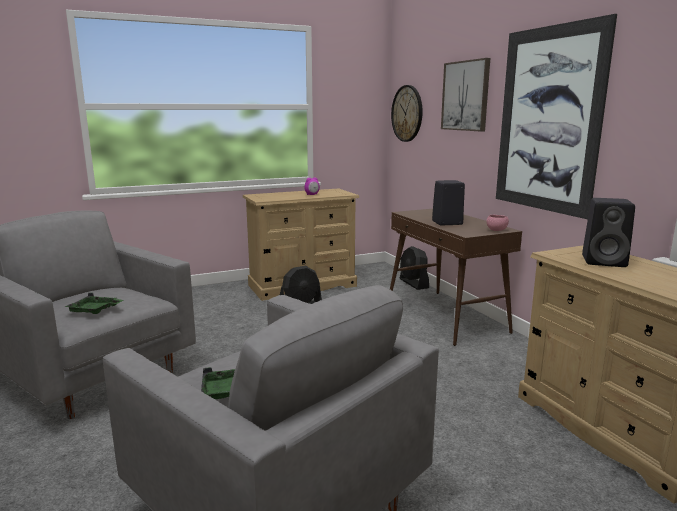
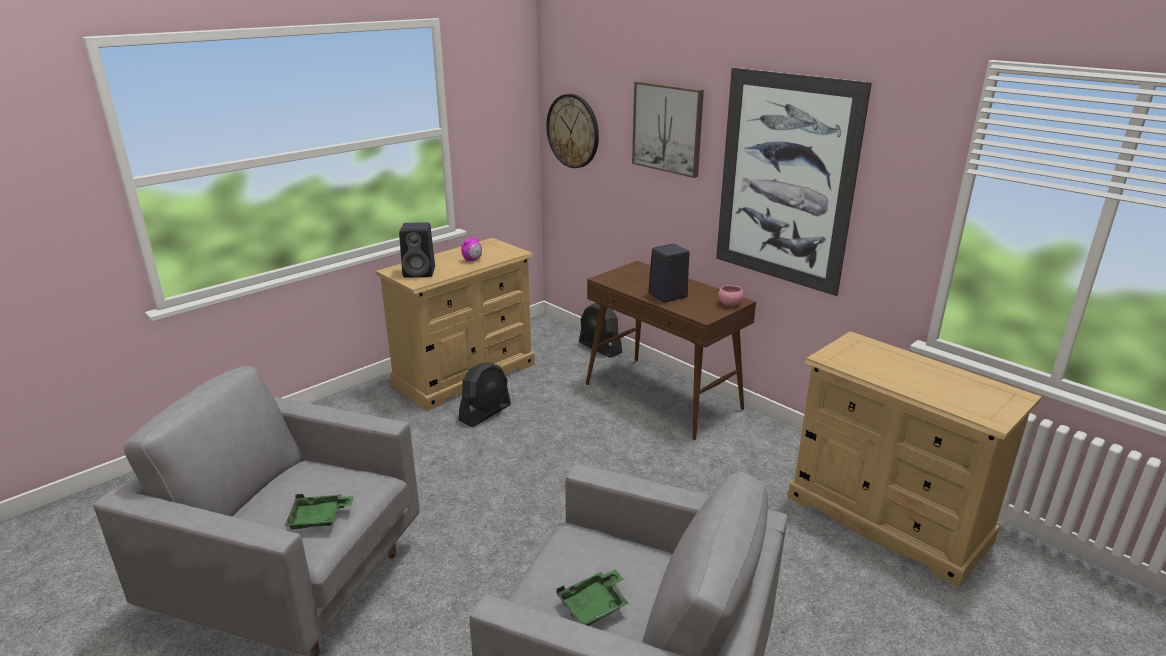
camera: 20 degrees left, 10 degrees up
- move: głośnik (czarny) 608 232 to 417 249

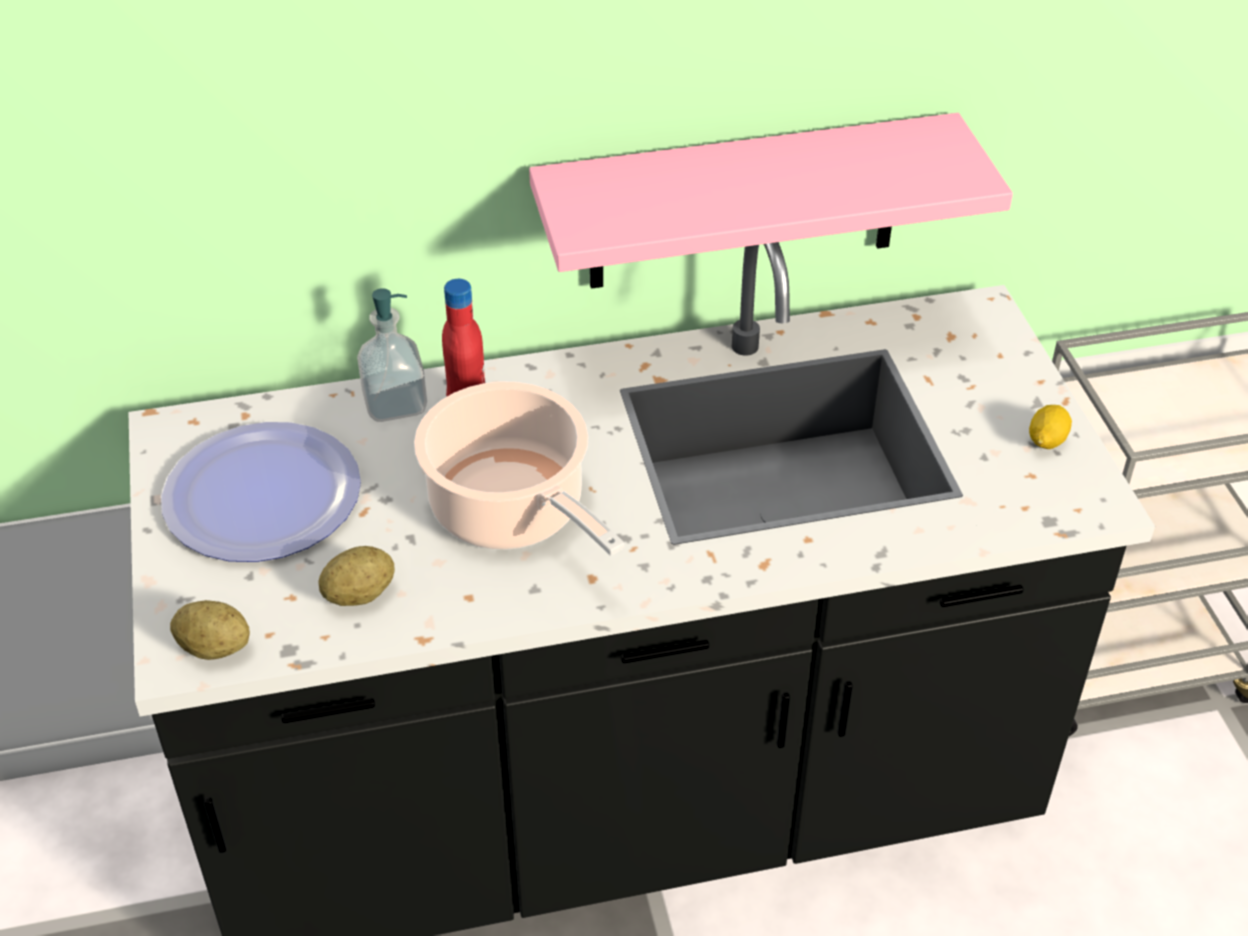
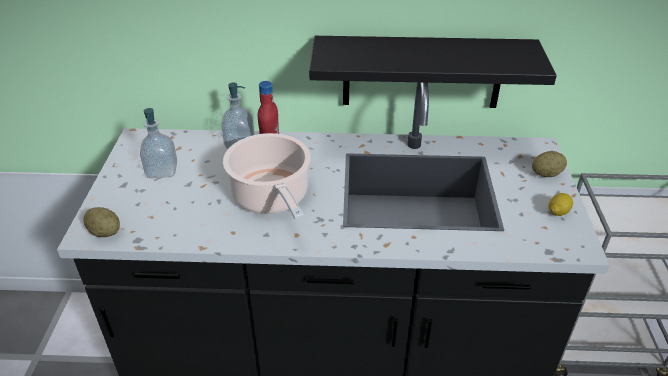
camera: 15 degrees right, 5 degrees down
- replace: talerz 261 492 to dozownik mydła 158 143
- move: ziemniak 356 576 to 549 164
- recolor: półka (różowy) 771 201 to półka (czarny) 433 72

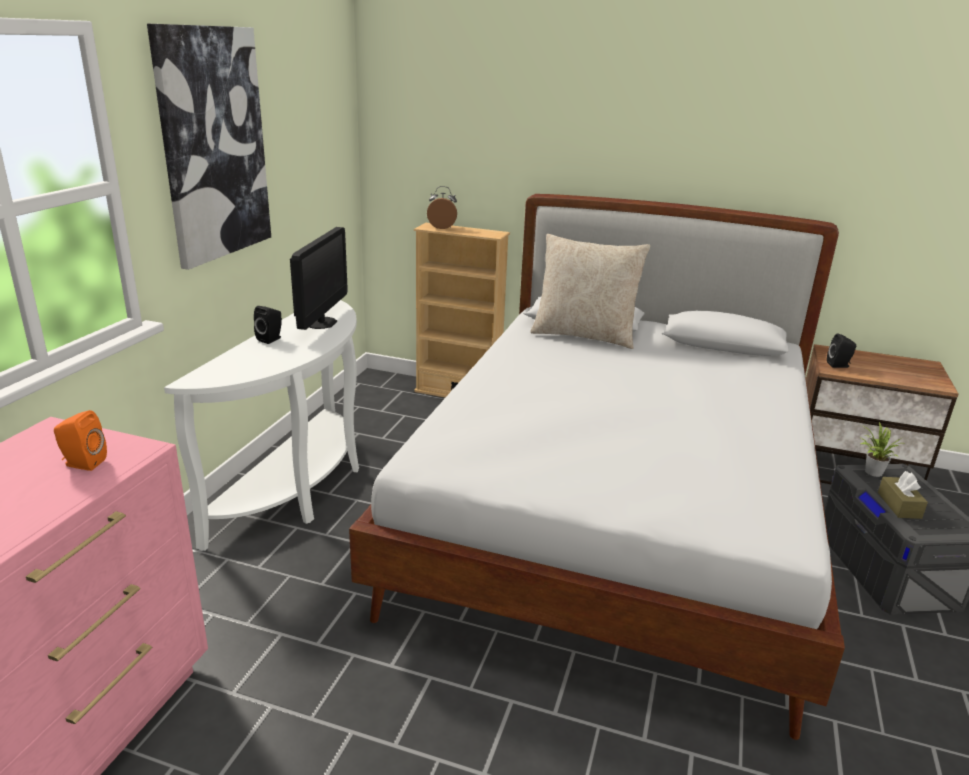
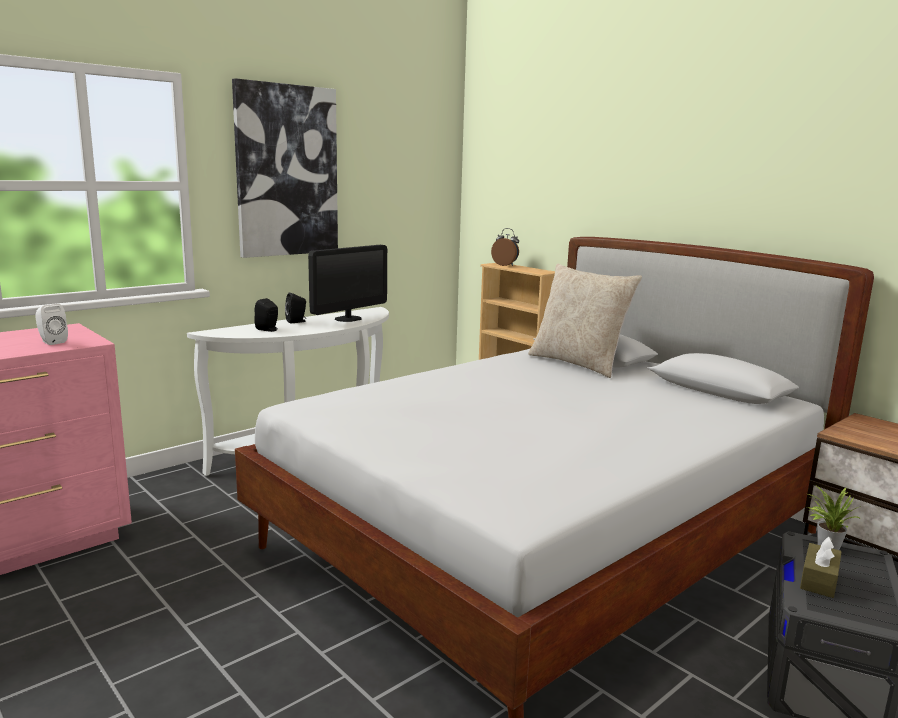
camera: 30 degrees right, 10 degrees down
- recolor: głośnik (pomarańczowy) 80 440 to głośnik (biały) 51 324
- move: głośnik (czarny) 841 350 to 266 315

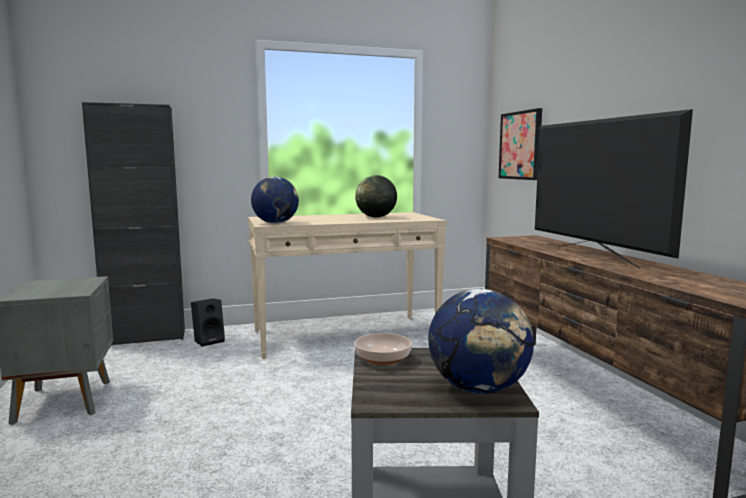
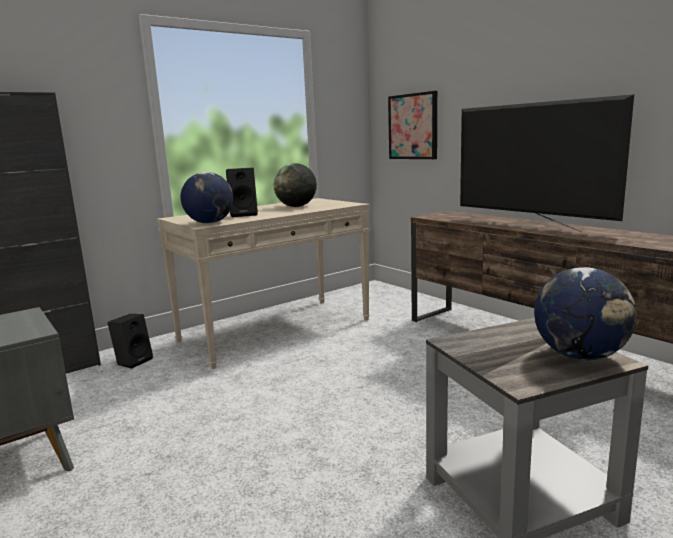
camera: 20 degrees left, 5 degrees up
- delete: miska 383 349
- insert: głośnik (czarny) 242 192

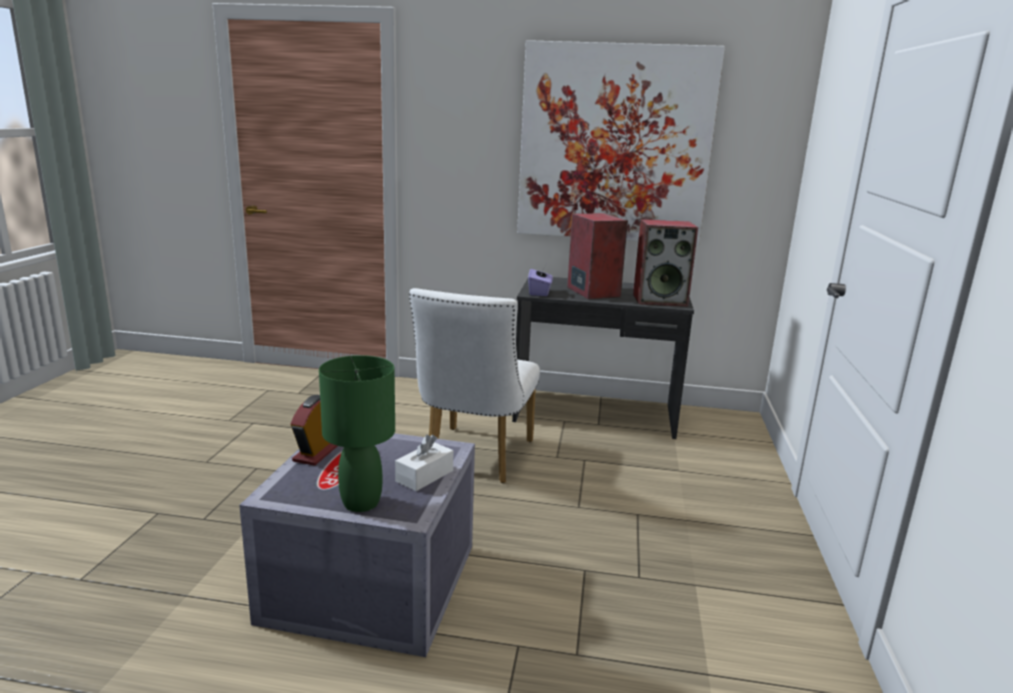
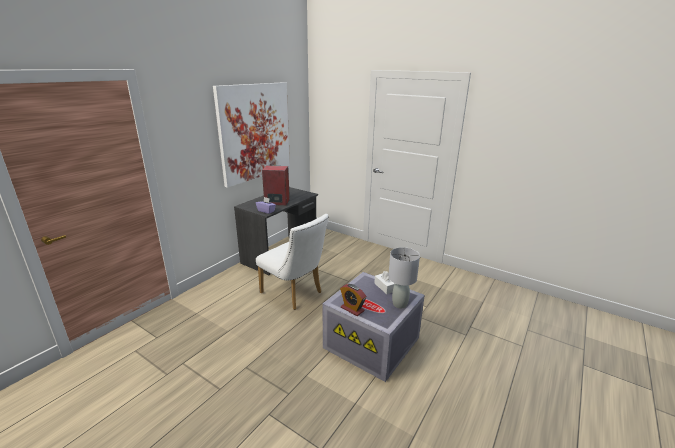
camera: 65 degrees left, 5 degrees up
- recolor: lampa stołowa (zielony) 357 433 to lampa stołowa (szary) 404 277
- delete: głośnik 665 262

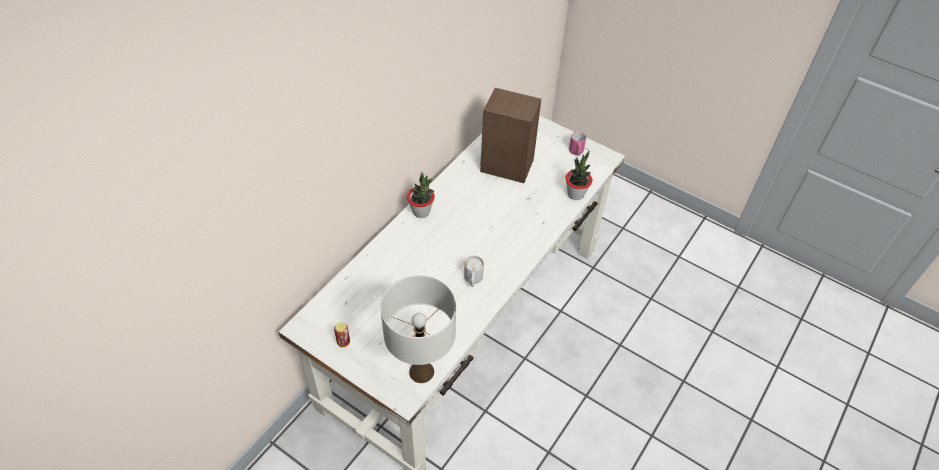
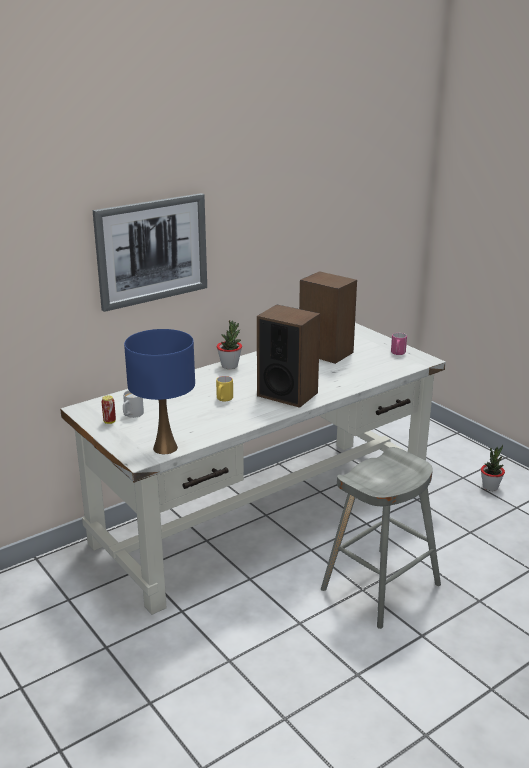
camera: 20 degrees right, 25 degrees down
- recolor: lampa stołowa (biały) 418 329 to lampa stołowa (niebieski) 159 391
- move: kubek (biały) 474 271 to 133 404
- move: roślina doniczkowa 579 175 to 493 468
- insert: obraz 150 252
- insert: kubek (żółty) 224 388
- insert: głośnik 288 356
- insert: stołek (szary) 381 538

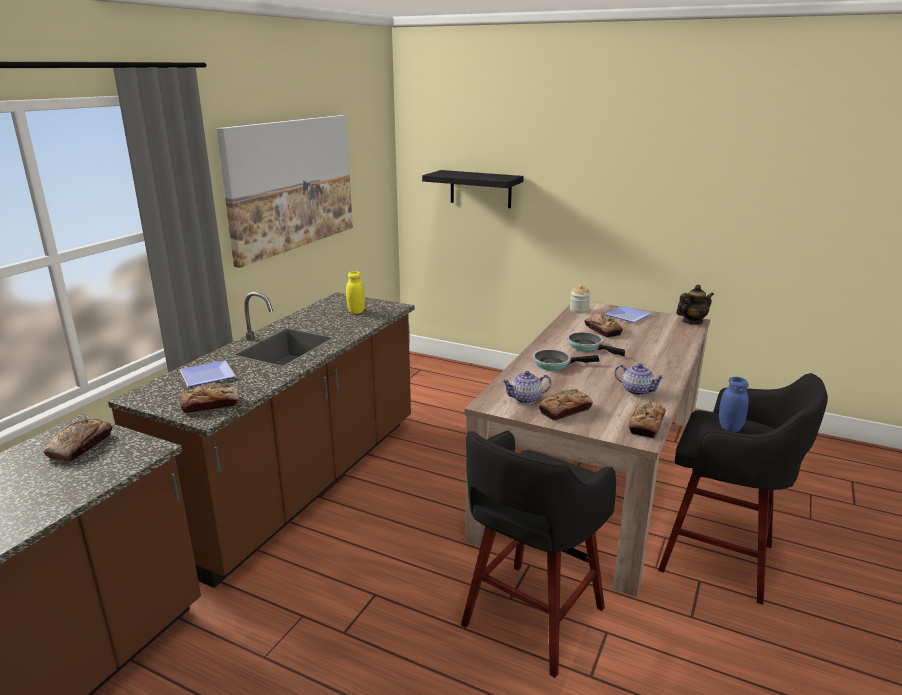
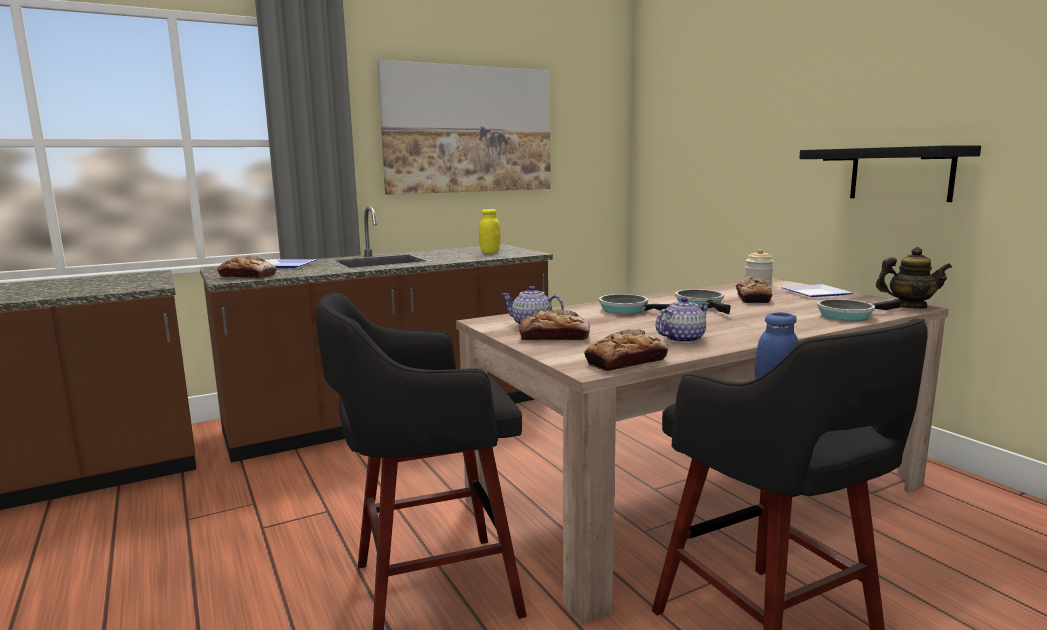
camera: 35 degrees right, 10 degrees down
- delete: chleb 78 440
- move: półka (czarny) 473 189 to 890 173
- rotate: imbryk 639 380 = 683 320 105 degrees counterclockwise
- insert: patelnia 859 310

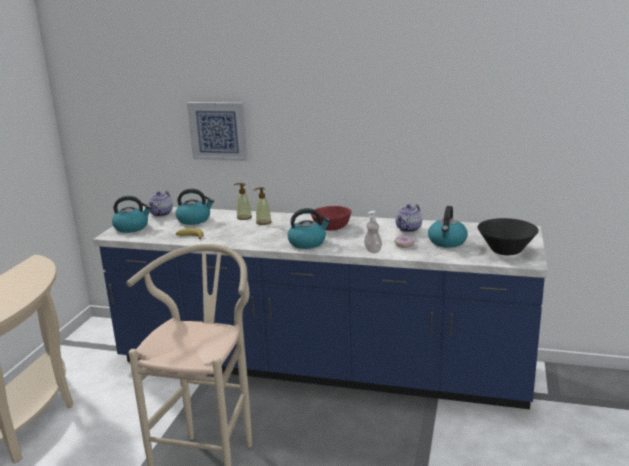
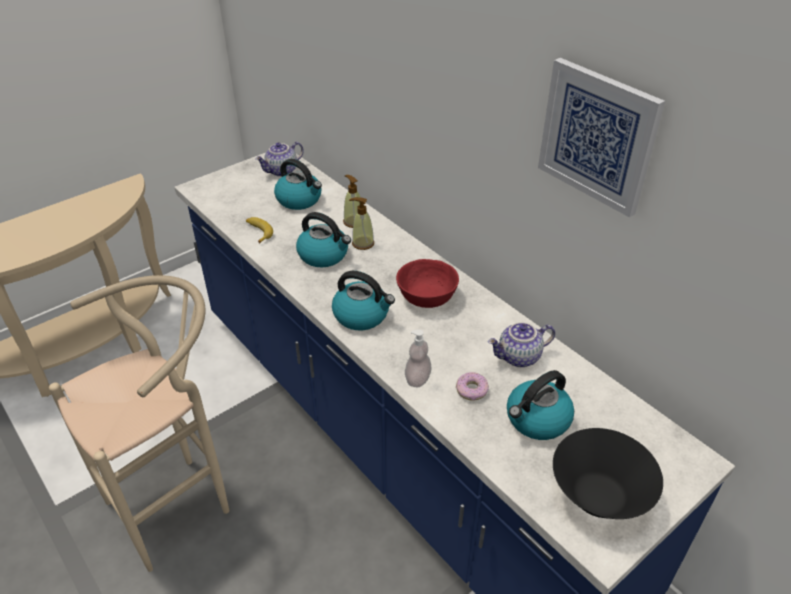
camera: 35 degrees right, 20 degrees up
- move: czajnik 132 214 to 323 239
- move: obraz 217 131 to 601 137

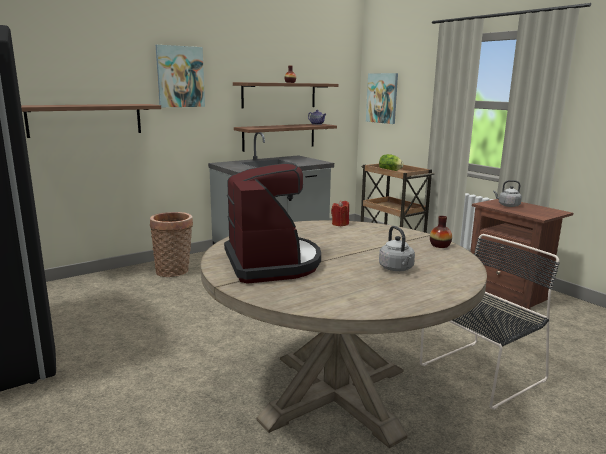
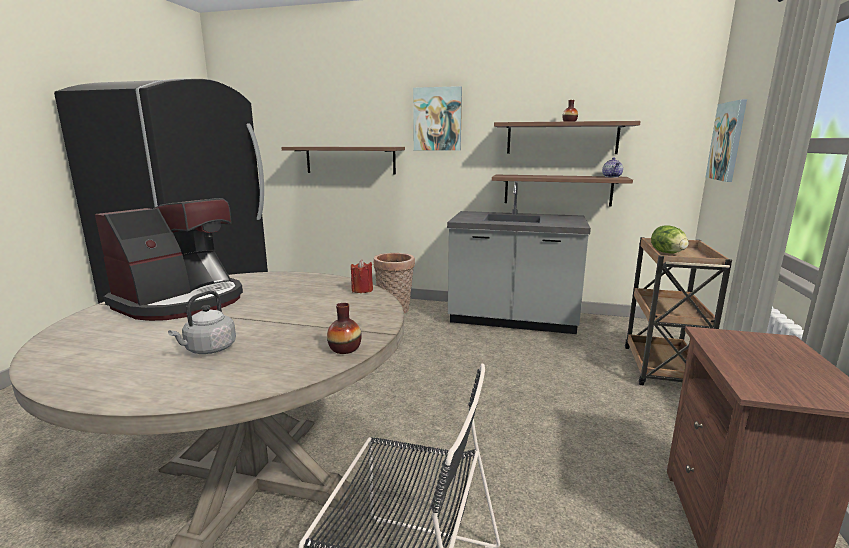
camera: 50 degrees right, 0 degrees up
- delete: czajnik (szary) 507 193

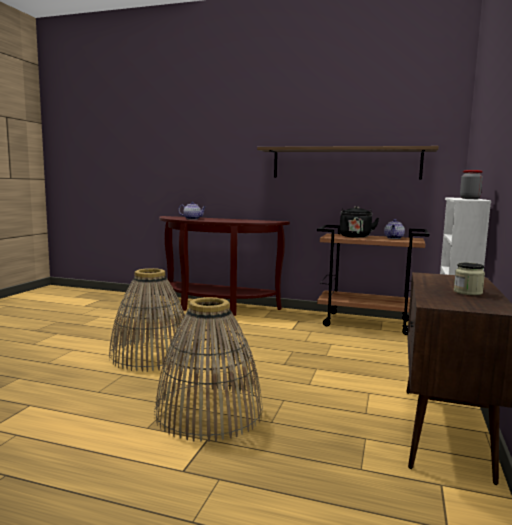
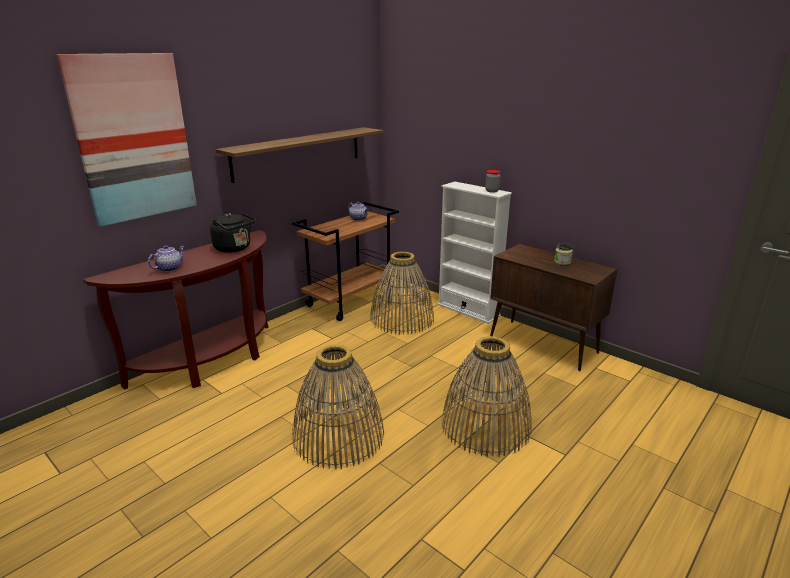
camera: 65 degrees left, 15 degrees up
- move: czajnik (czarny) 359 222 to 232 232
- insert: obraz 126 140
- insert: koszyk 402 293

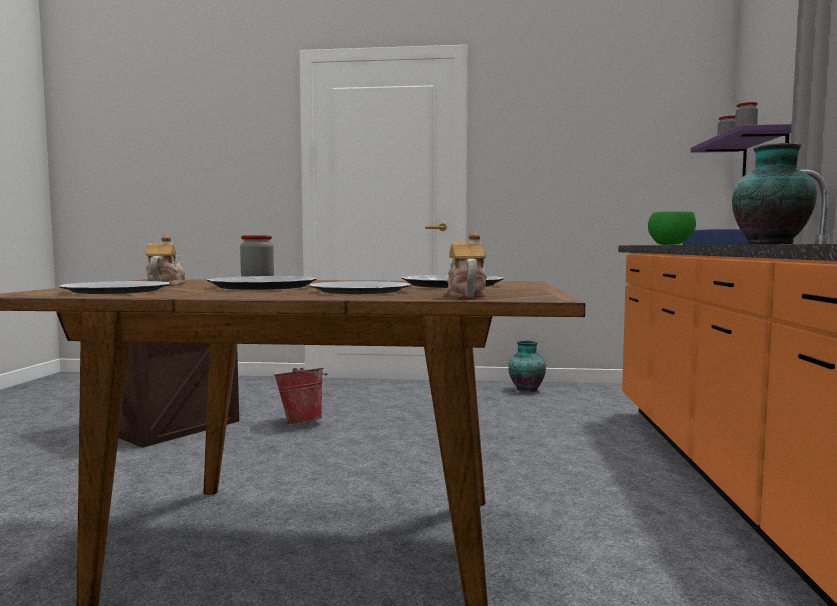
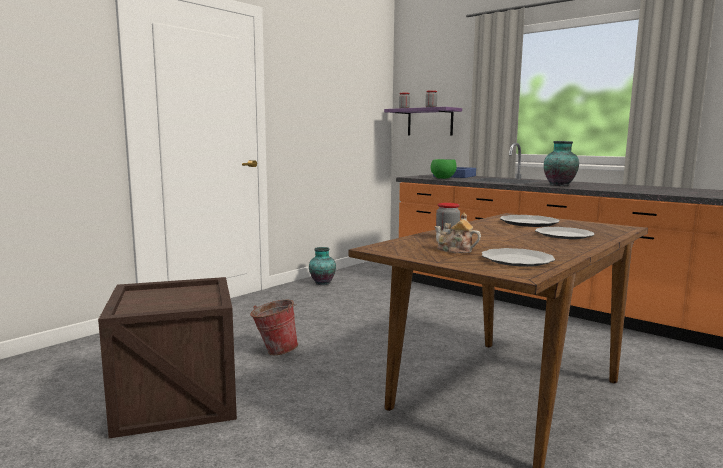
camera: 55 degrees left, 5 degrees up
- delete: talerz 262 283
- delete: imbryk 465 264

